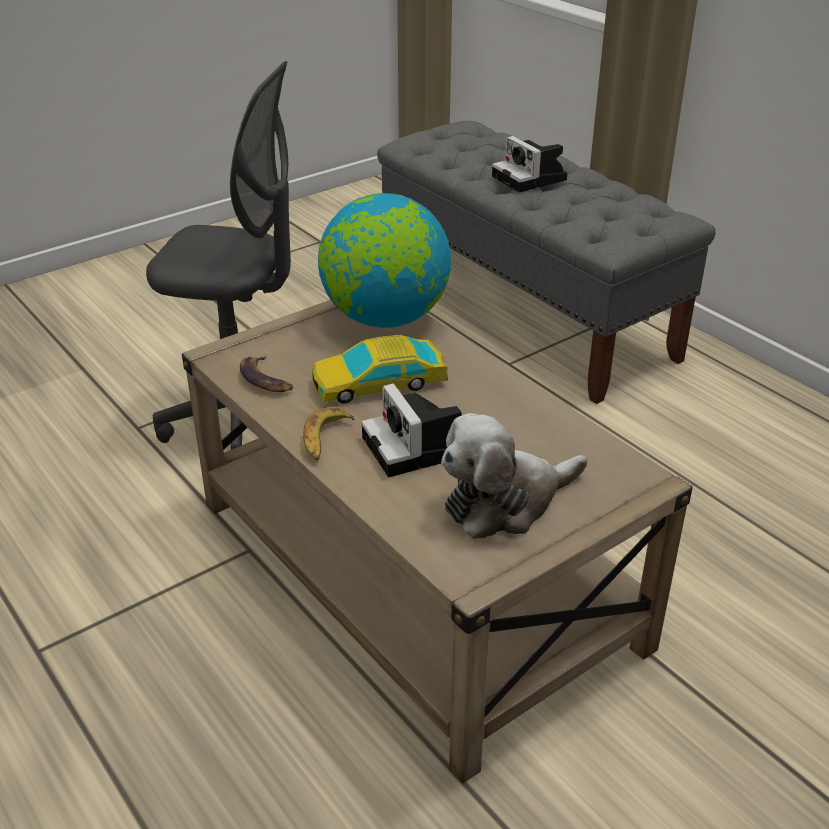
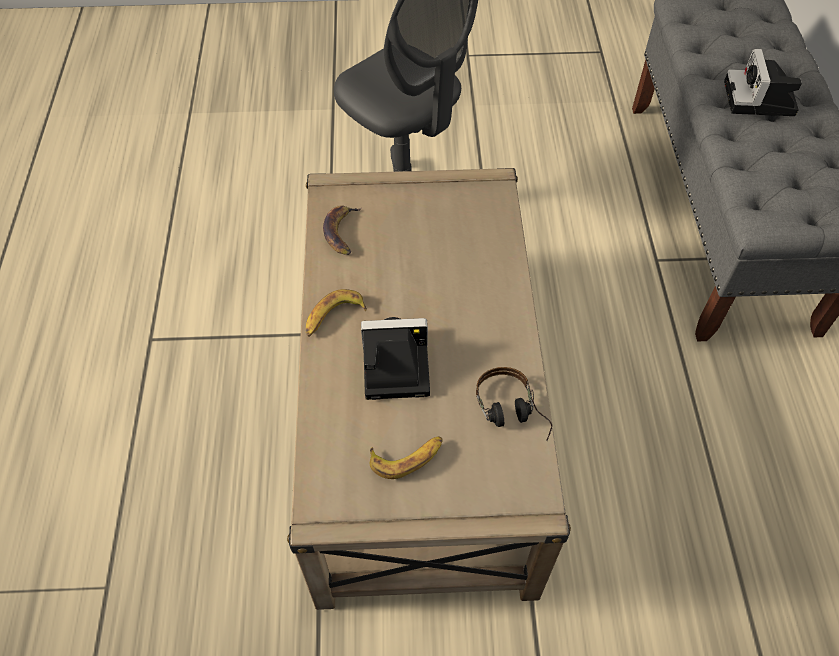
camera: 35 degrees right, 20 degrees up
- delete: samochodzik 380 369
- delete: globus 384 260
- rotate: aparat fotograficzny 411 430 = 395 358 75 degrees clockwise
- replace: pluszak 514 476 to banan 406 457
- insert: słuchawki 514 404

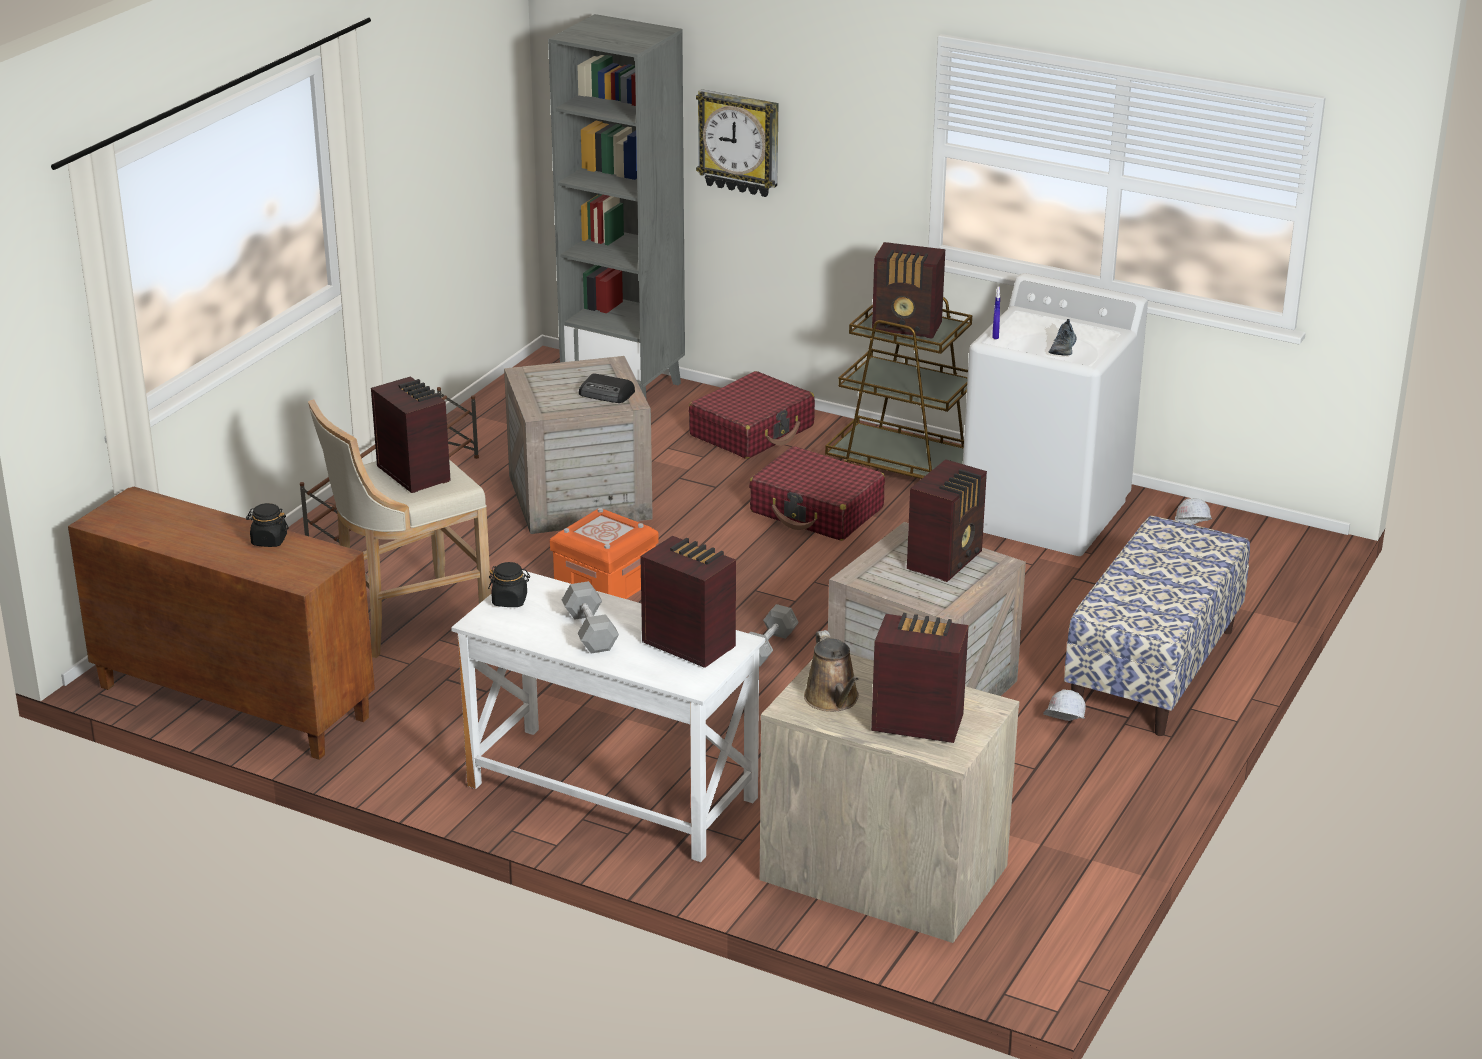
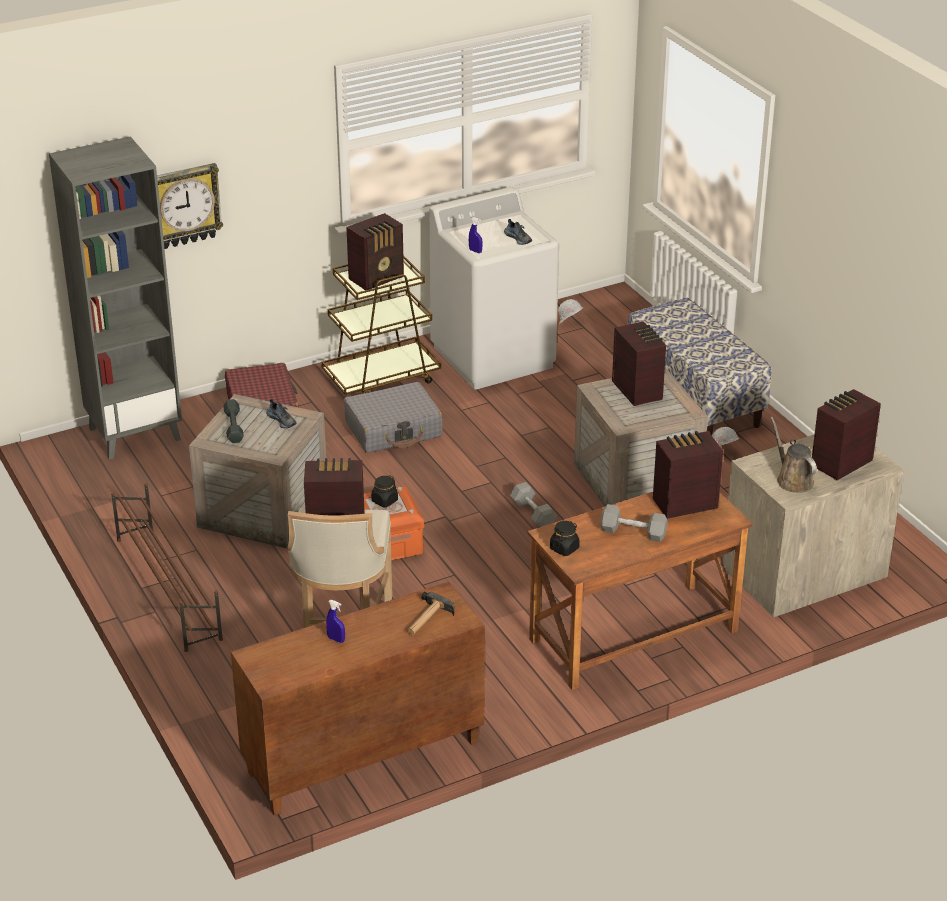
camera: 55 degrees left, 5 degrees up
- move: słoik (czarny) 267 525 to 384 491
- recolor: biurko (biały) 608 716 to biurko (brązowy) 640 591
- replace: radio 607 388 to but 281 413
- recolor: walizka (czerwony) 817 493 to walizka (szary) 393 417
- rotate: konewka (brązowy) 831 671 = 793 455 135 degrees counterclockwise
- insert: hantel (szary) 233 421
- insert: spryskiwacz (niebieski) 335 621
- insert: młotek 430 613

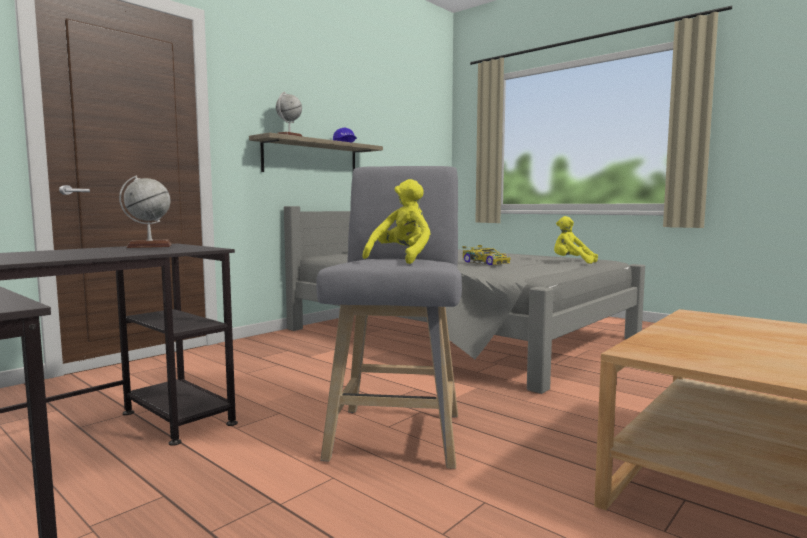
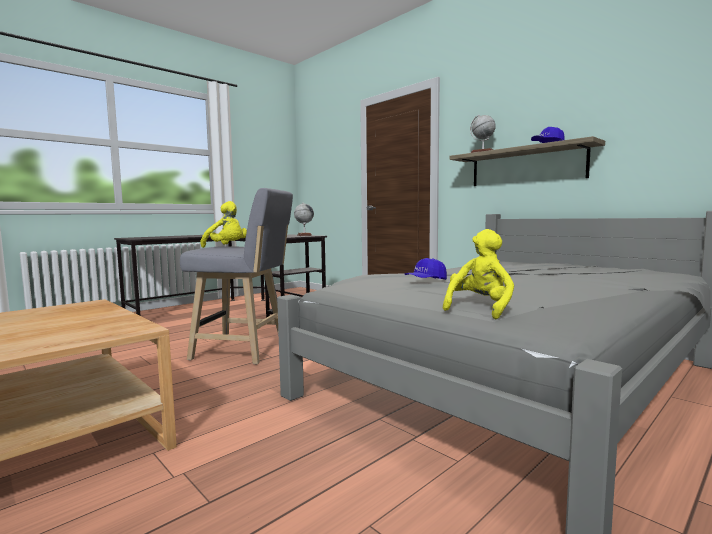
camera: 95 degrees right, 0 degrees up
- replace: samochodzik 486 255 to czapka z daszkiem (niebieski) 425 269

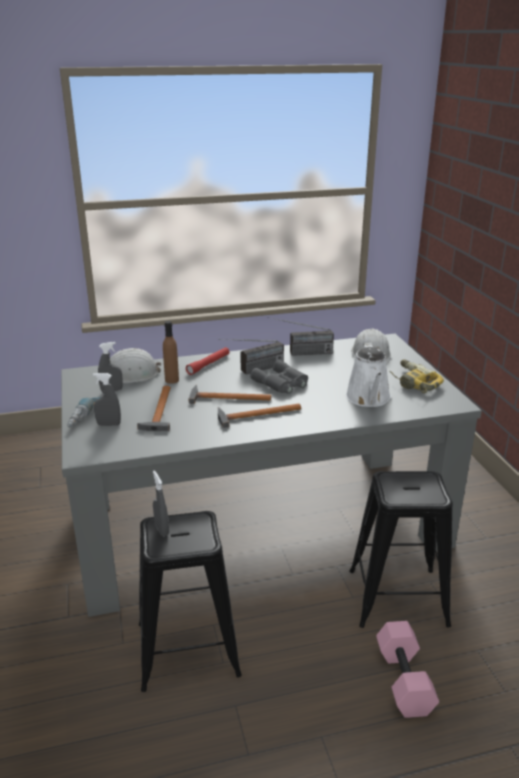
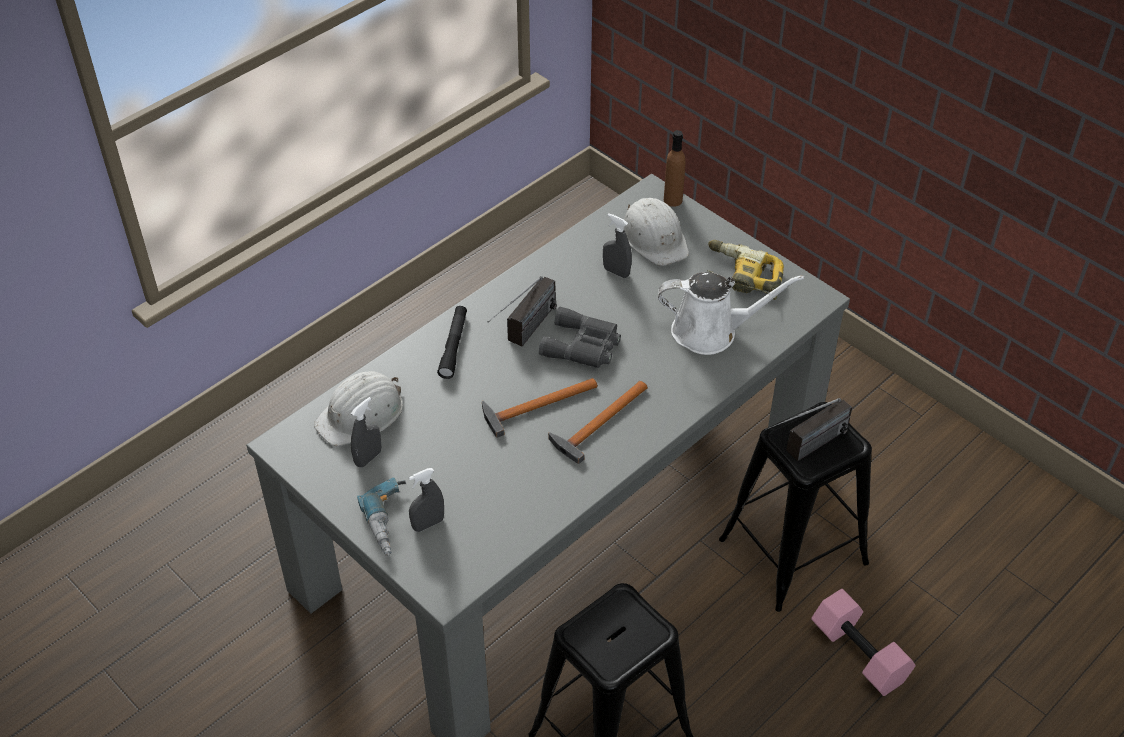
camera: 30 degrees left, 20 degrees up
- delete: młotek 154 408
- move: spryskiwacz (szary) 161 503 to 617 245
- move: butelka (brązowy) 171 352 to 675 168
- recolor: latarka (czerwony) 207 361 to latarka (czarny) 452 342
- move: radio 301 336 to 808 429
- rotate: konewka (biały) 368 375 = 731 313 60 degrees counterclockwise

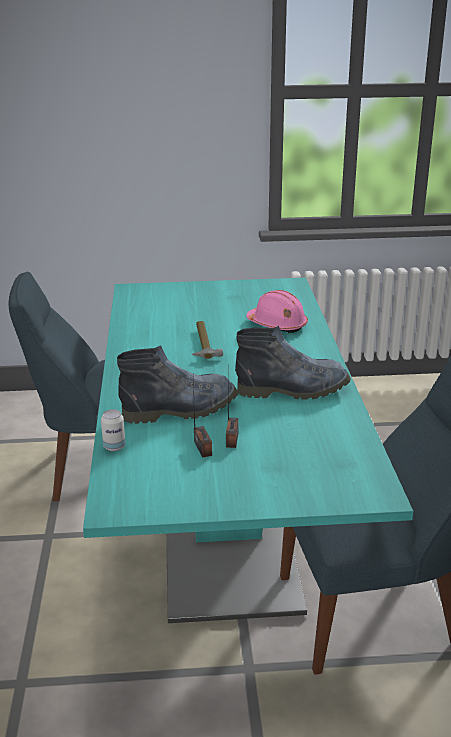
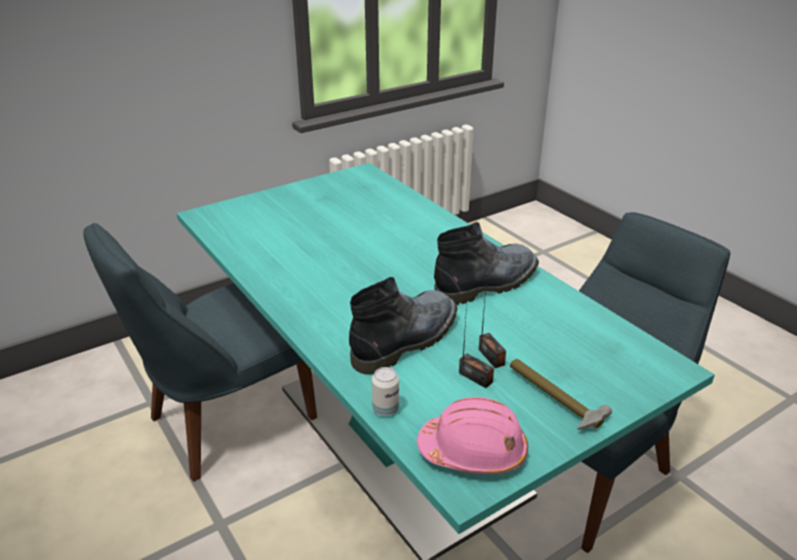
camera: 30 degrees left, 5 degrees up
- move: młotek 207 340 to 561 394
- move: kask (różowy) 277 311 to 472 435

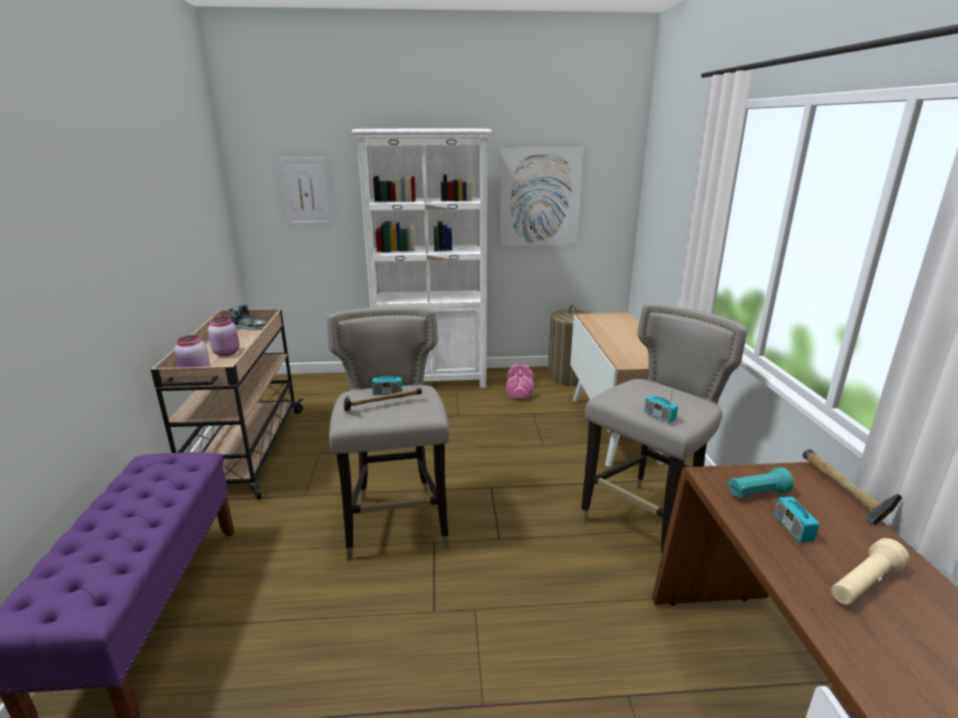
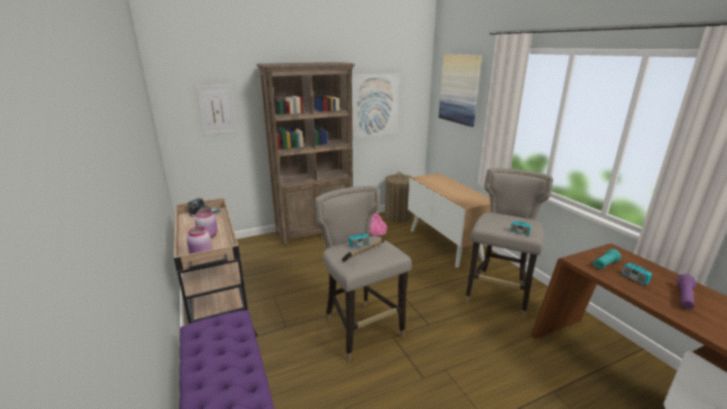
camera: 20 degrees left, 0 degrees up
- recolor: regał (biały) 422 258 to regał (brązowy) 306 154
- delete: młotek 852 487
- recolor: latarka (beżowy) 870 571 to latarka (fioletowy) 686 292
- insert: obraz 460 90

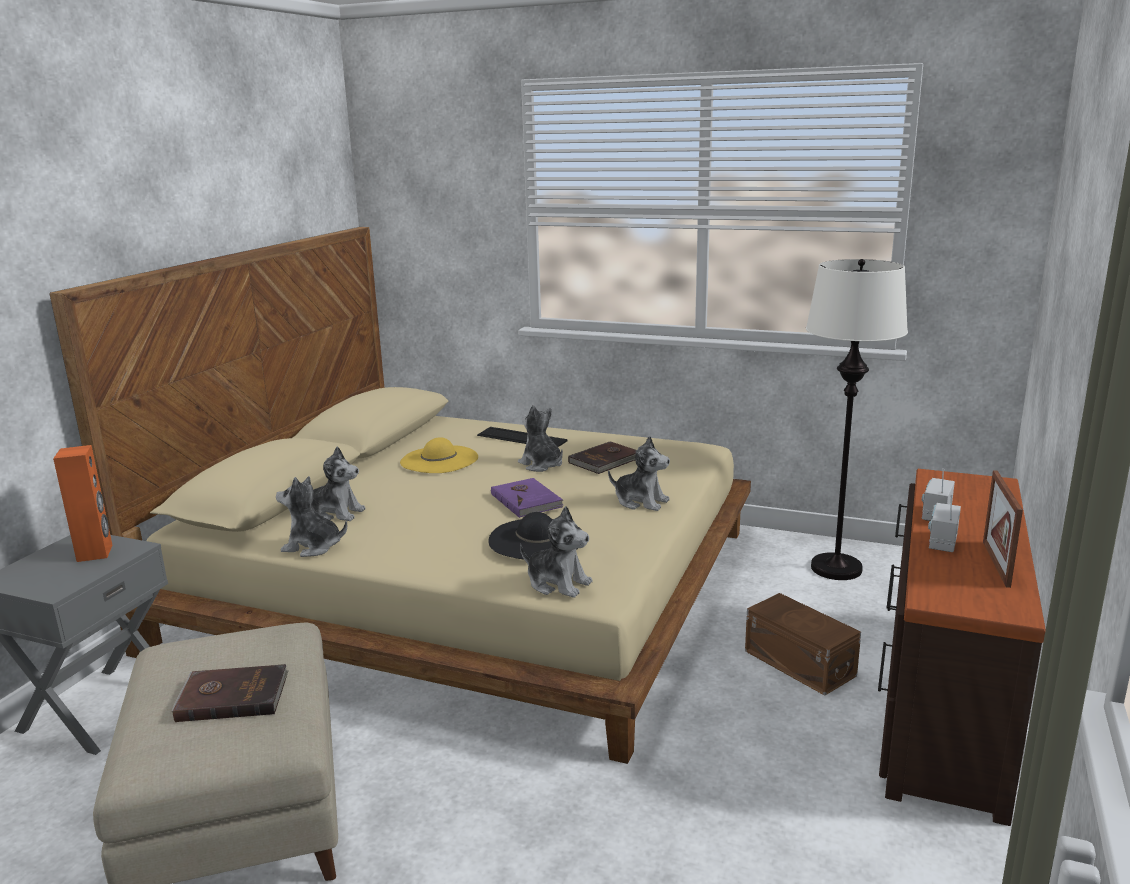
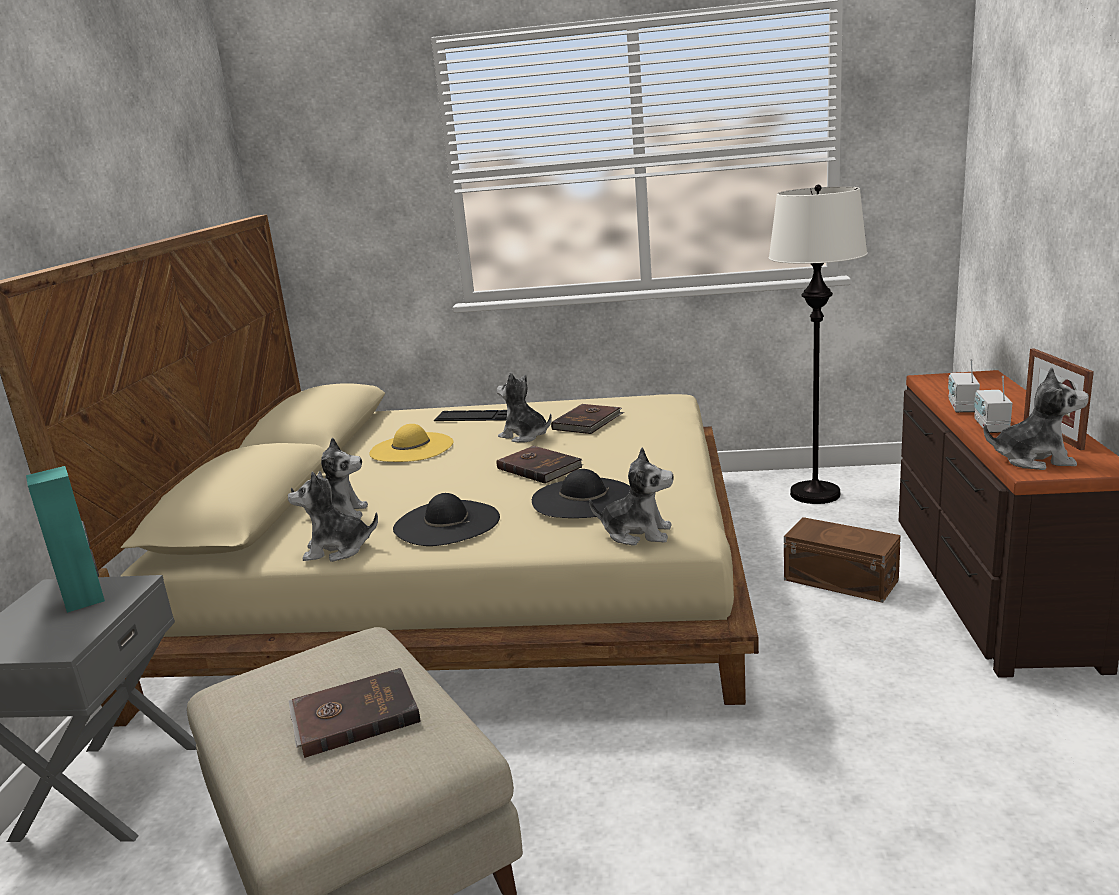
camera: 15 degrees left, 0 degrees up
- recolor: głośnik (pomarańczowy) 82 503 to głośnik (turkusowy) 65 539
- recolor: książka (fioletowy) 527 498 to książka (brązowy) 540 465
- move: pluszak 639 473 to 1036 418
- insert: kapelusz (czarny) 446 519

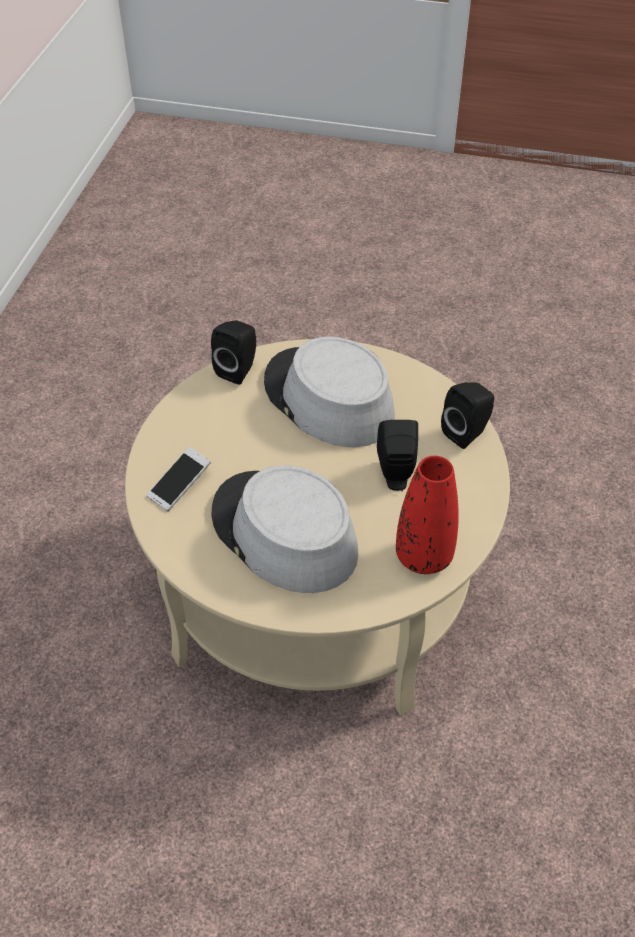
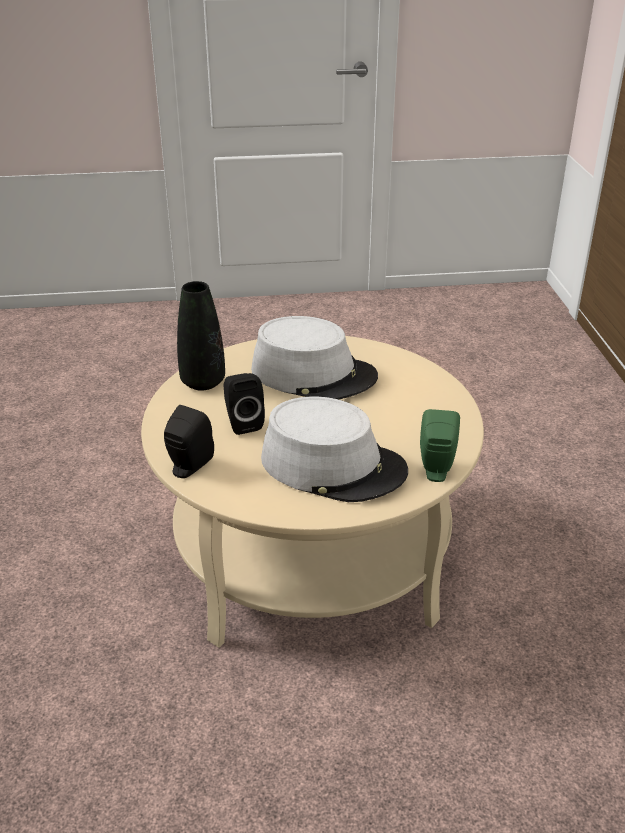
camera: 160 degrees right, 15 degrees down
- delete: telefon 178 479
- recolor: głośnik (czarny) 233 352 to głośnik (zielony) 440 445
- recolor: wazon (czerwony) 427 515 to wazon (czarny) 201 336

